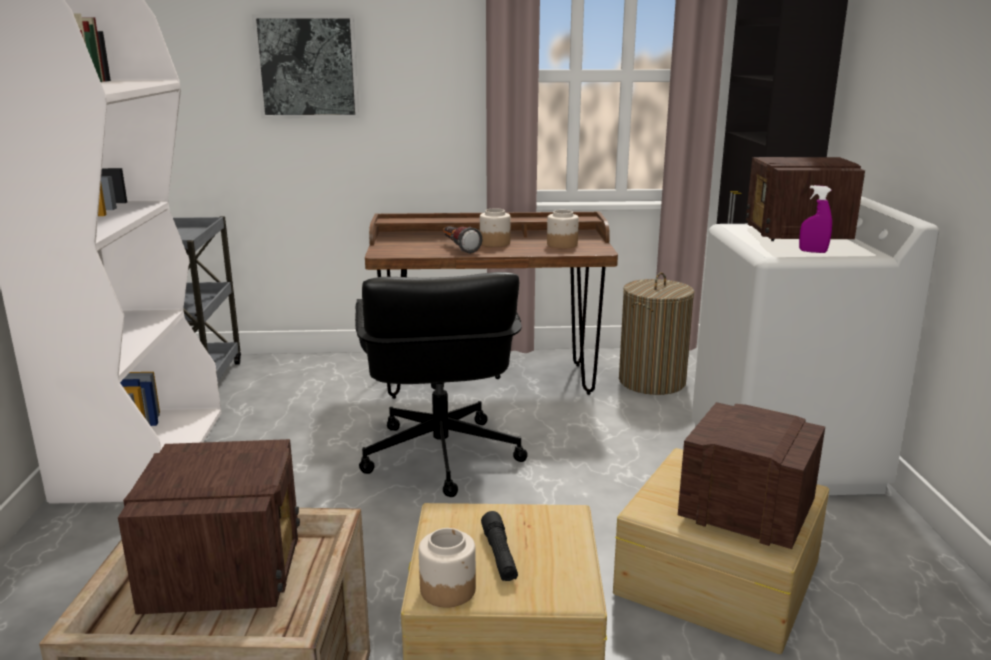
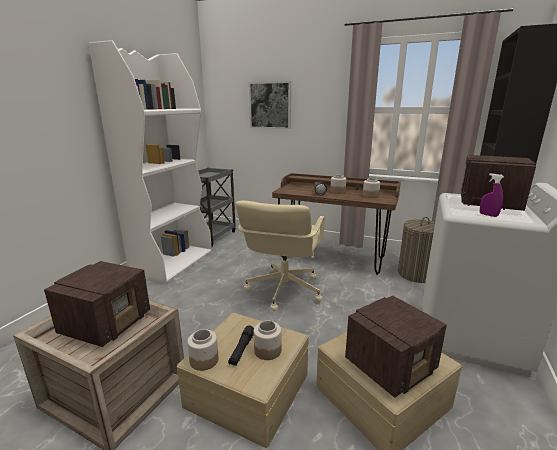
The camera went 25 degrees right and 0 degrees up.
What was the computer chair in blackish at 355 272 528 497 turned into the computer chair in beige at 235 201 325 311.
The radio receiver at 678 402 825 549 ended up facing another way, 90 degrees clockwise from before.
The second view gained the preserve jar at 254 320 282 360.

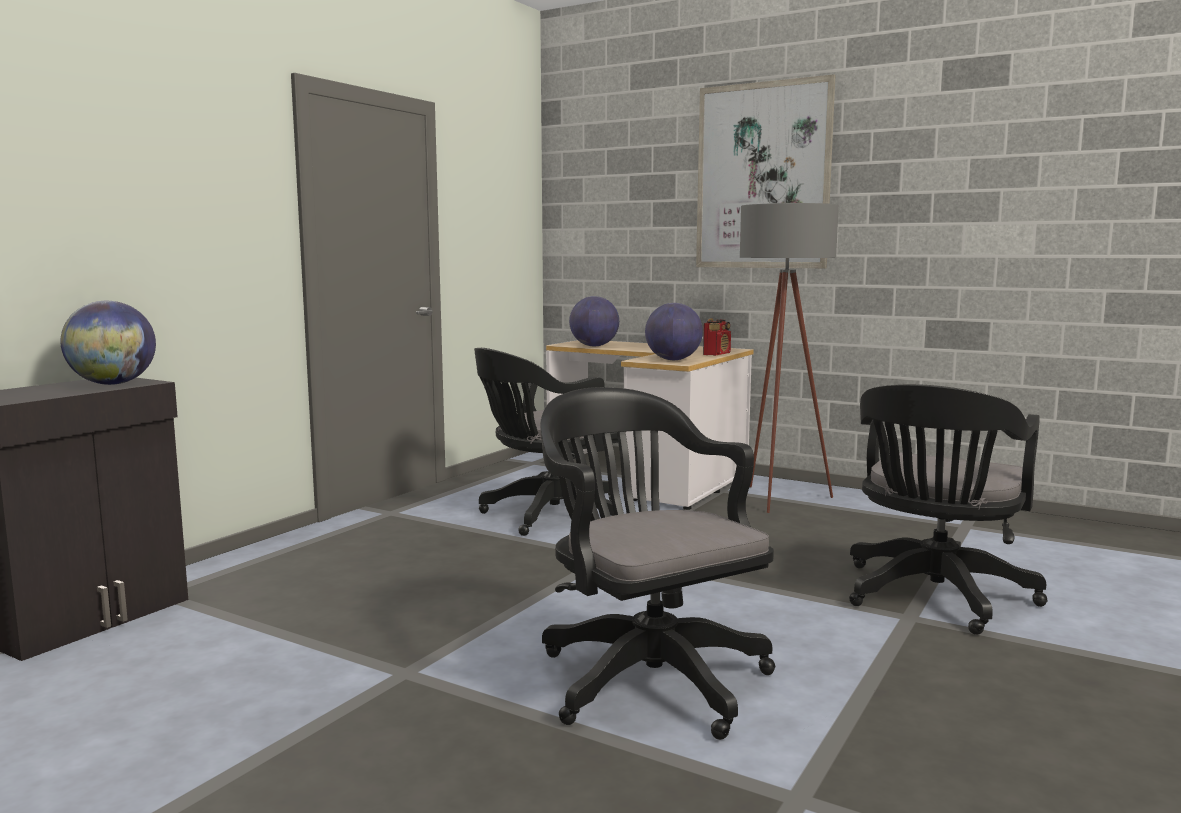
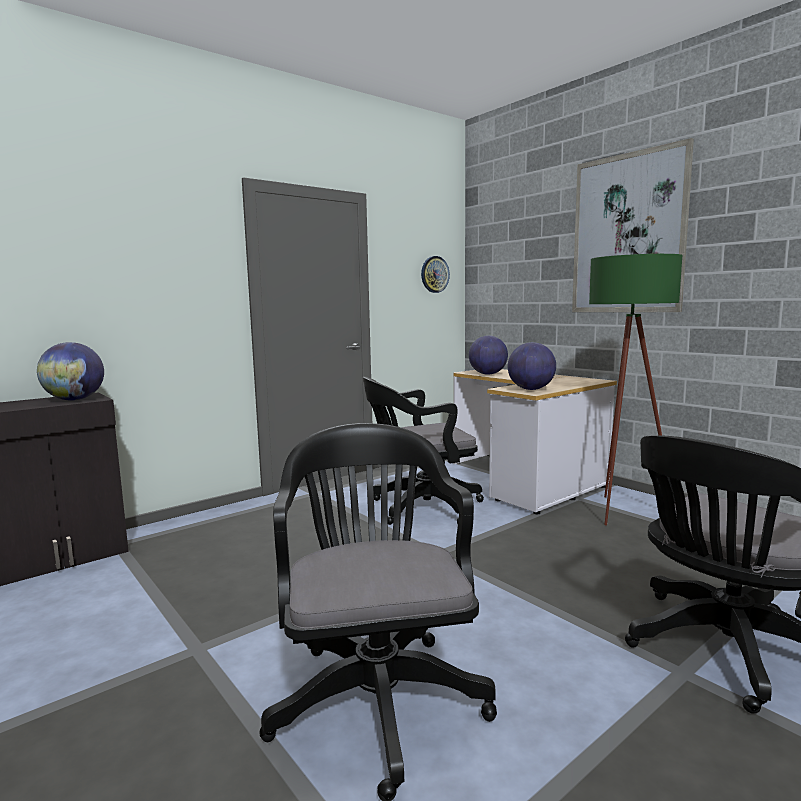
The camera went 20 degrees right and 0 degrees up.
The second view lost the radio receiver at 703 318 731 356.
What was the standard lamp in grey at 740 203 839 513 turned into the standard lamp in green-coloured at 589 254 682 526.
The second view gained the wall clock at 421 256 450 293.

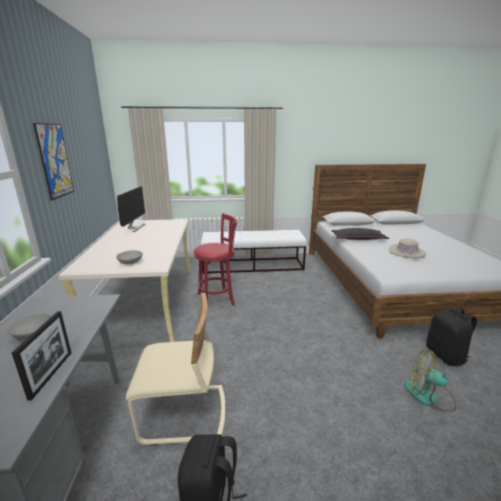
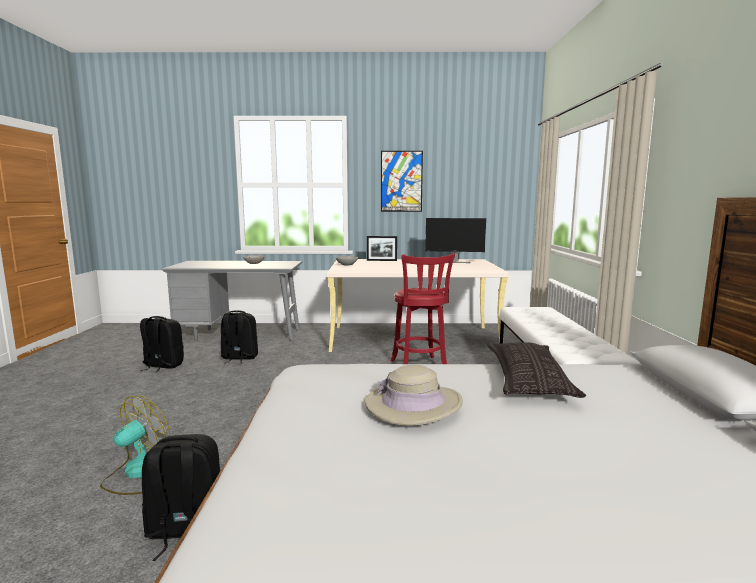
The camera went 95 degrees right and 10 degrees down.
The standing frame ended up elsewhere, having gone from 12 311 71 401 to 367 236 397 261.
Where the chair in beige stood at 126 293 225 446, the rucksack in blackish came to stand at 221 310 258 363.

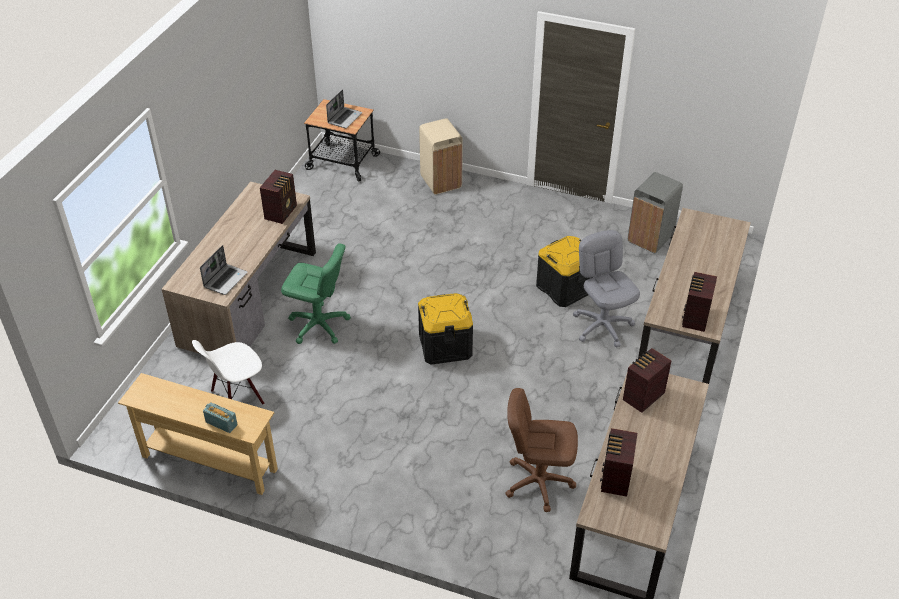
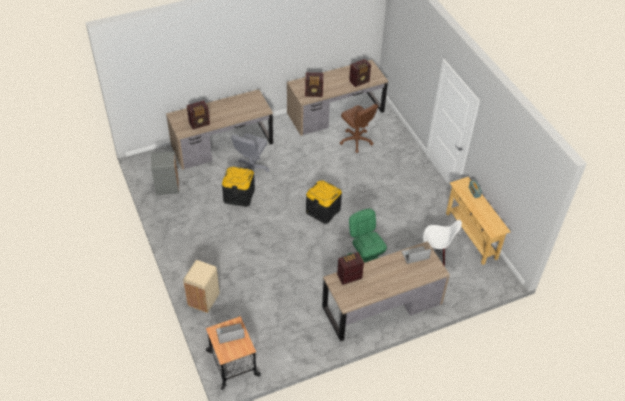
The camera went 135 degrees left and 5 degrees up.
The radio receiver ended up elsewhere, having gone from 682 272 717 332 to 187 100 210 129.

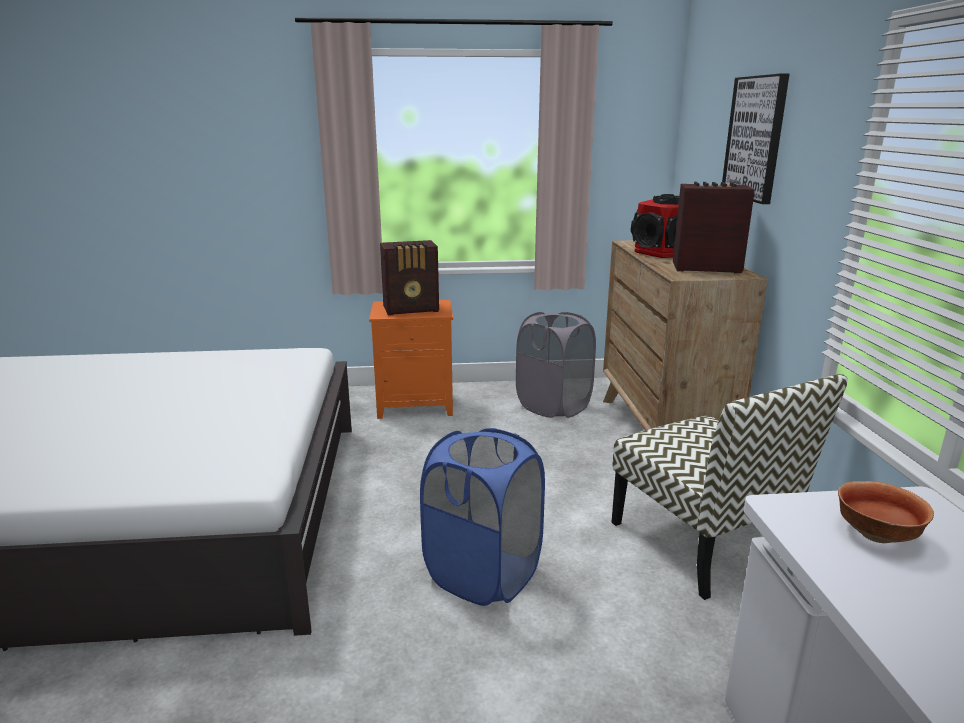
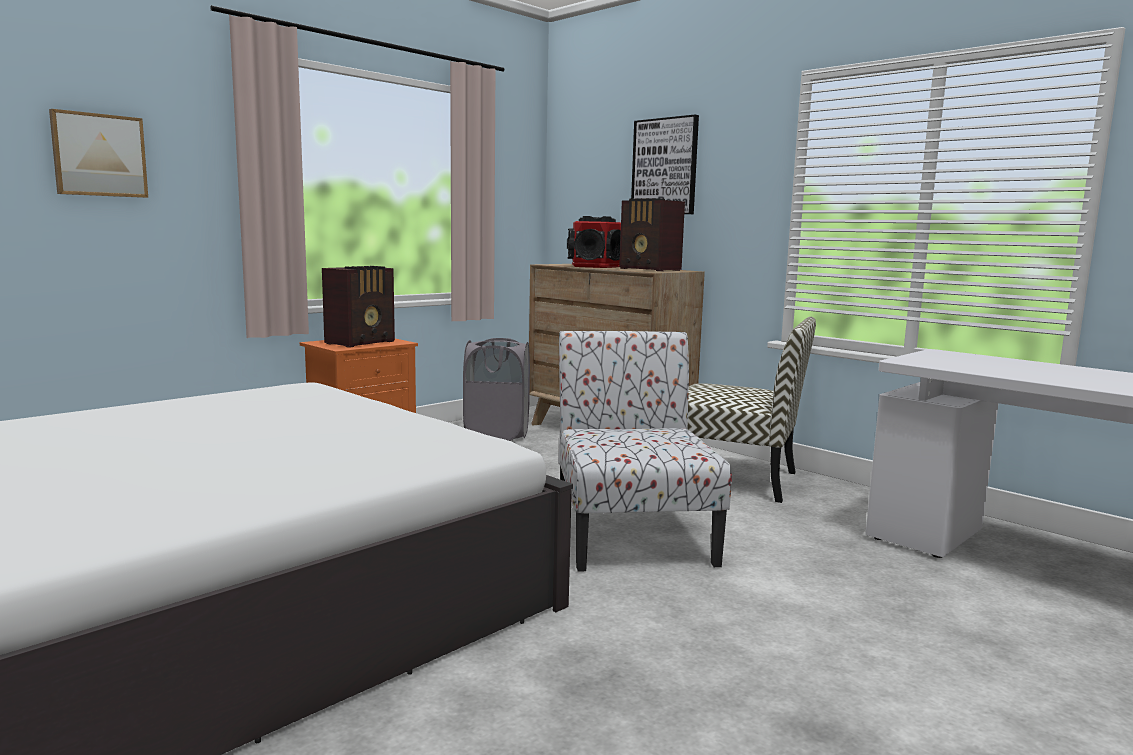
The camera went 40 degrees left and 10 degrees down.
Where the washing basket in blue stood at 420 428 545 606, the chair came to stand at 558 331 732 572.
The radio receiver at 673 182 755 274 ended up facing another way, 105 degrees counterclockwise from before.
The second view lost the serving bowl at 838 481 934 543.
The second view gained the picture at 49 109 148 198.

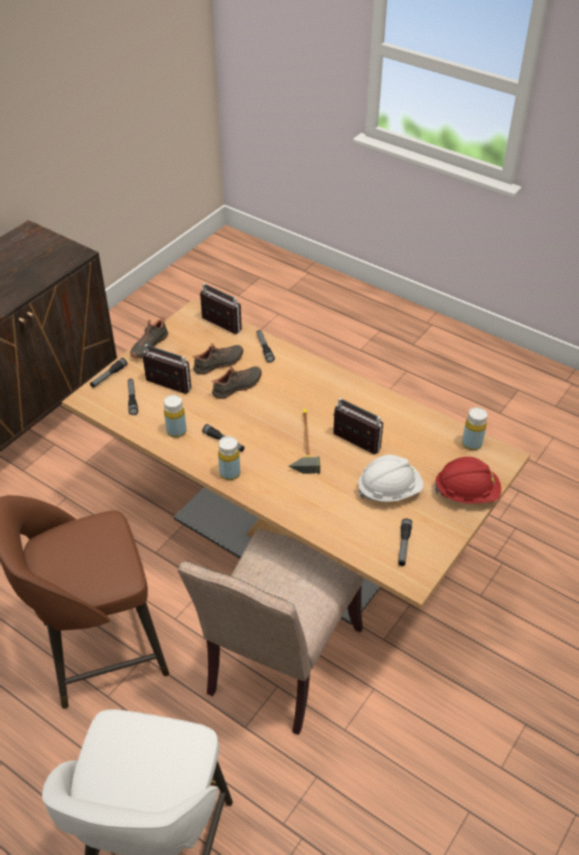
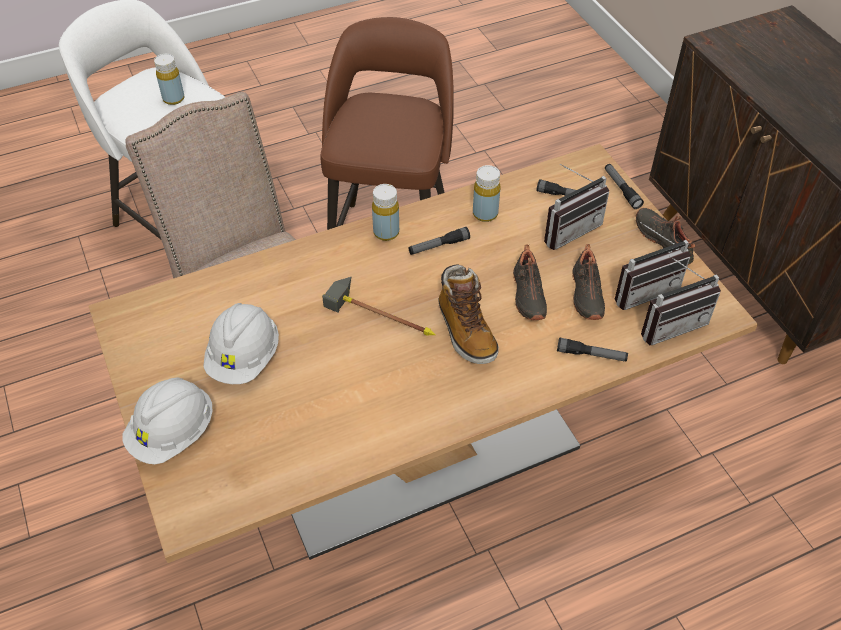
The camera went 120 degrees right and 5 degrees up.
The radio receiver ended up elsewhere, having gone from 333 398 383 455 to 615 222 691 310.
The second view lost the torch at 398 519 412 566.
What was the safety helmet in reddish at 434 457 501 504 turned into the safety helmet in white-coloured at 122 378 213 464.
The beverage bottle in yellow ended up elsewhere, having gone from 462 407 487 450 to 154 54 184 105.
The second view gained the boot at 438 264 499 364.

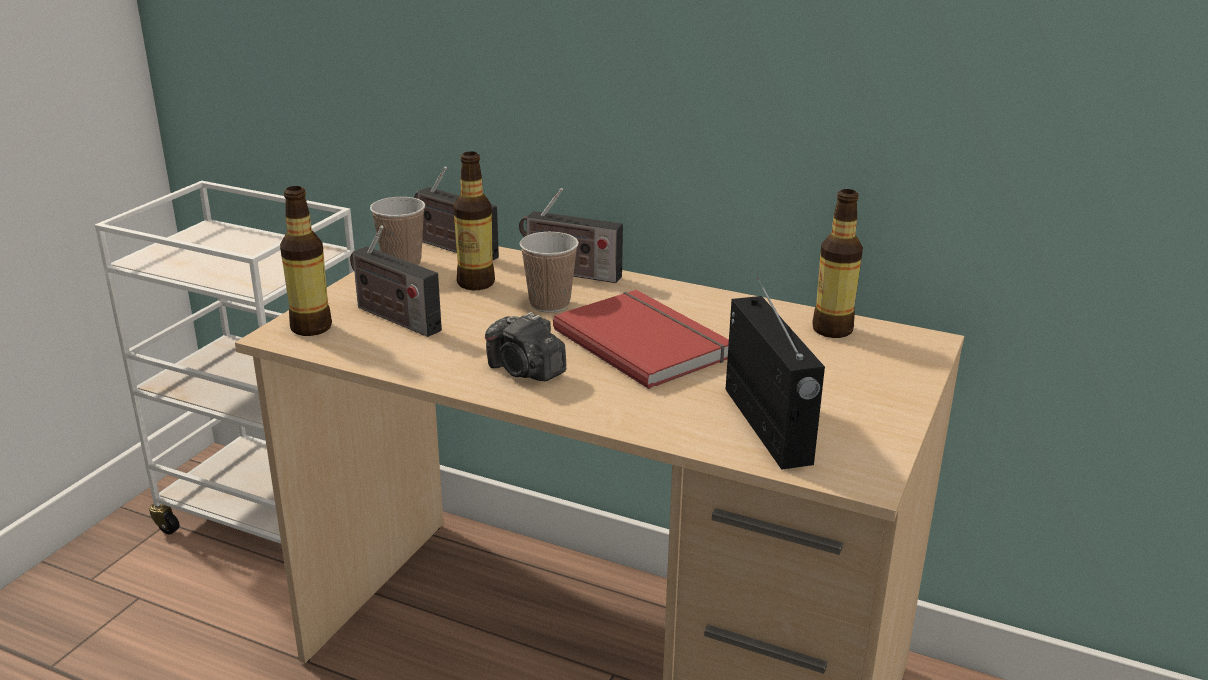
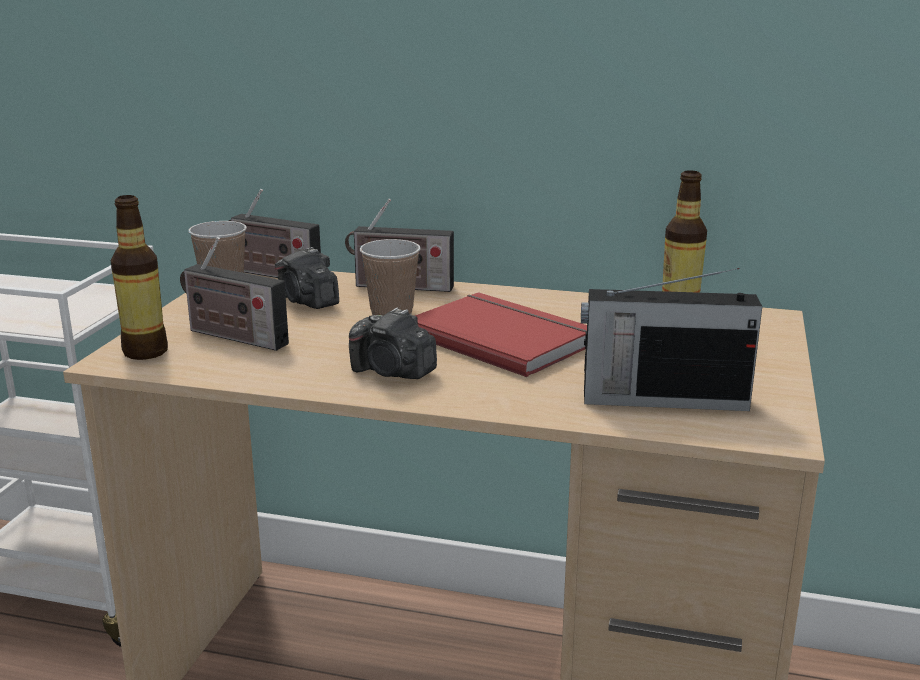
The camera went 10 degrees left and 5 degrees down.
Where the beverage bottle stood at 453 151 495 290, the photo camera came to stand at 275 247 339 309.
The radio receiver at 725 278 825 470 ended up facing another way, 120 degrees clockwise from before.

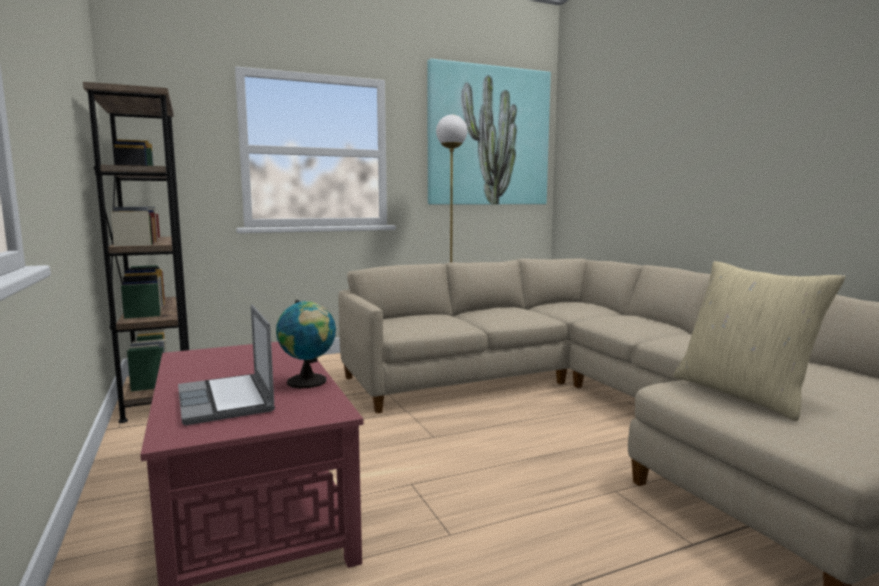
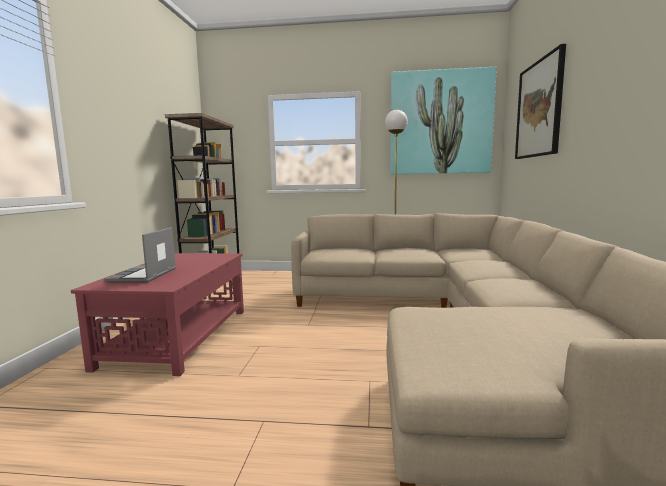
The camera went 30 degrees right and 0 degrees up.
The second view lost the globe at 276 300 336 388.
The second view lost the throw pillow in beige at 674 261 845 421.
The second view gained the picture at 515 44 566 159.

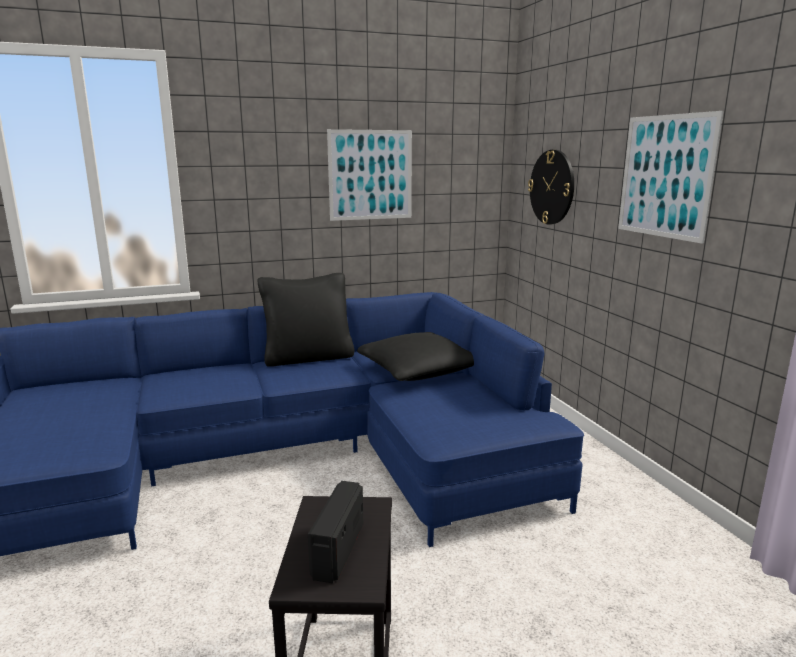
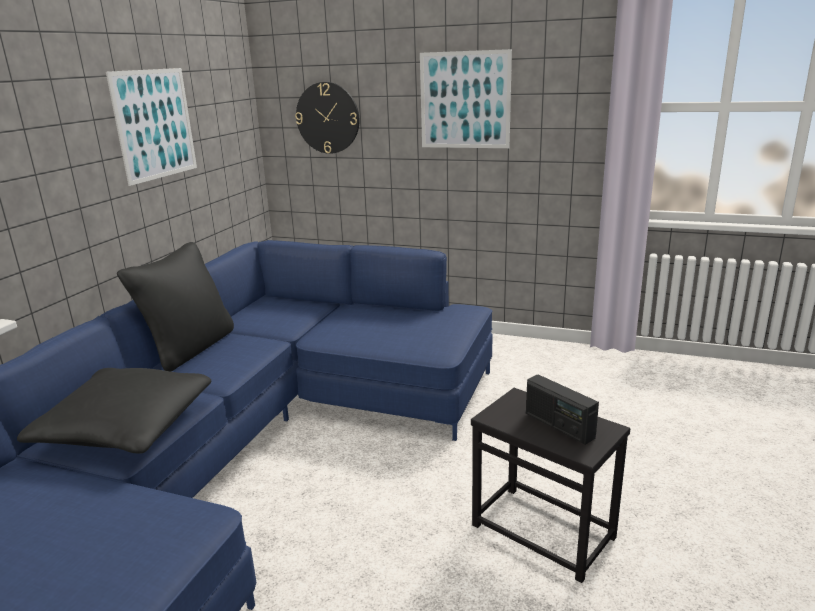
The camera went 50 degrees left and 5 degrees up.
The throw pillow in blackish ended up elsewhere, having gone from 357 332 474 381 to 17 368 211 453.

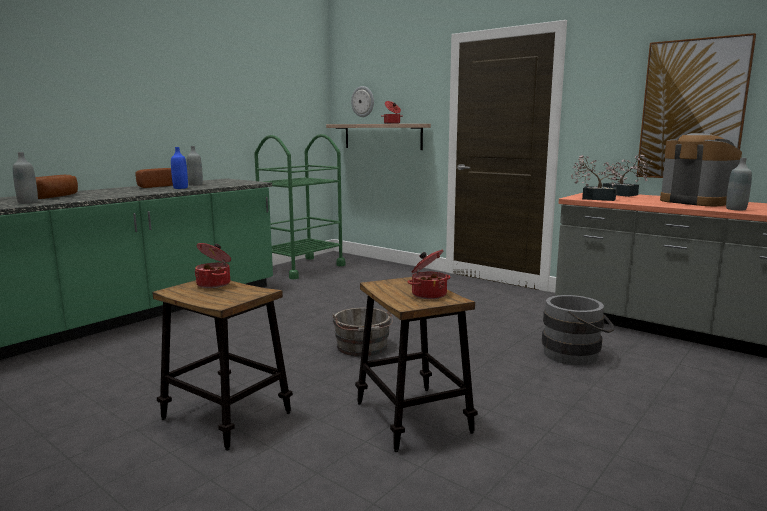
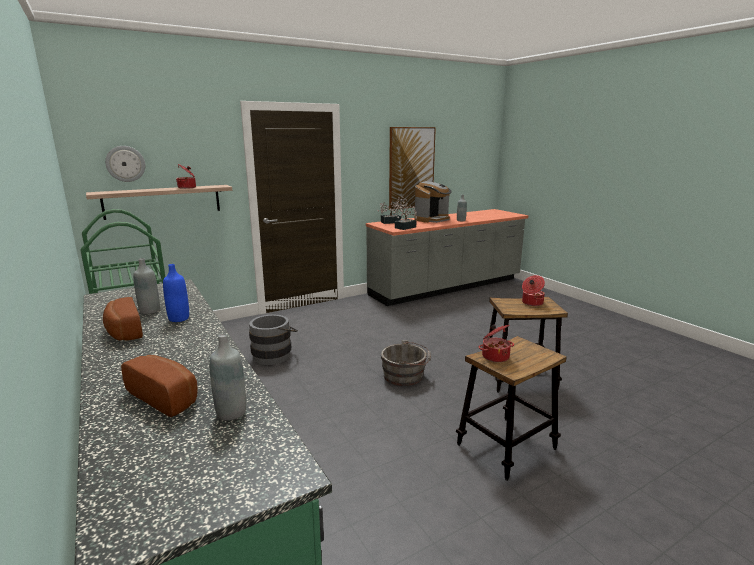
The camera went 70 degrees left and 5 degrees up.
The bucket in grey ended up elsewhere, having gone from 542 295 615 365 to 249 315 298 365.
The coffee machine at 660 133 742 206 ended up facing another way, 150 degrees clockwise from before.

